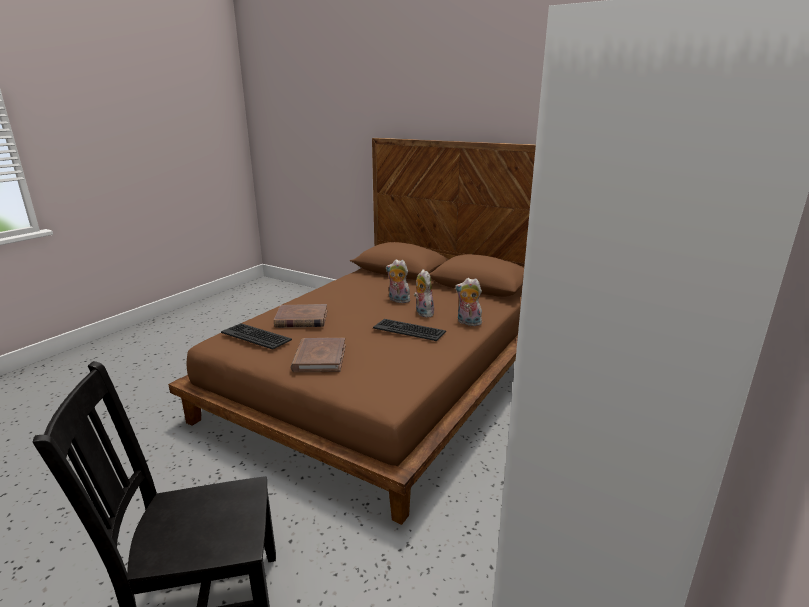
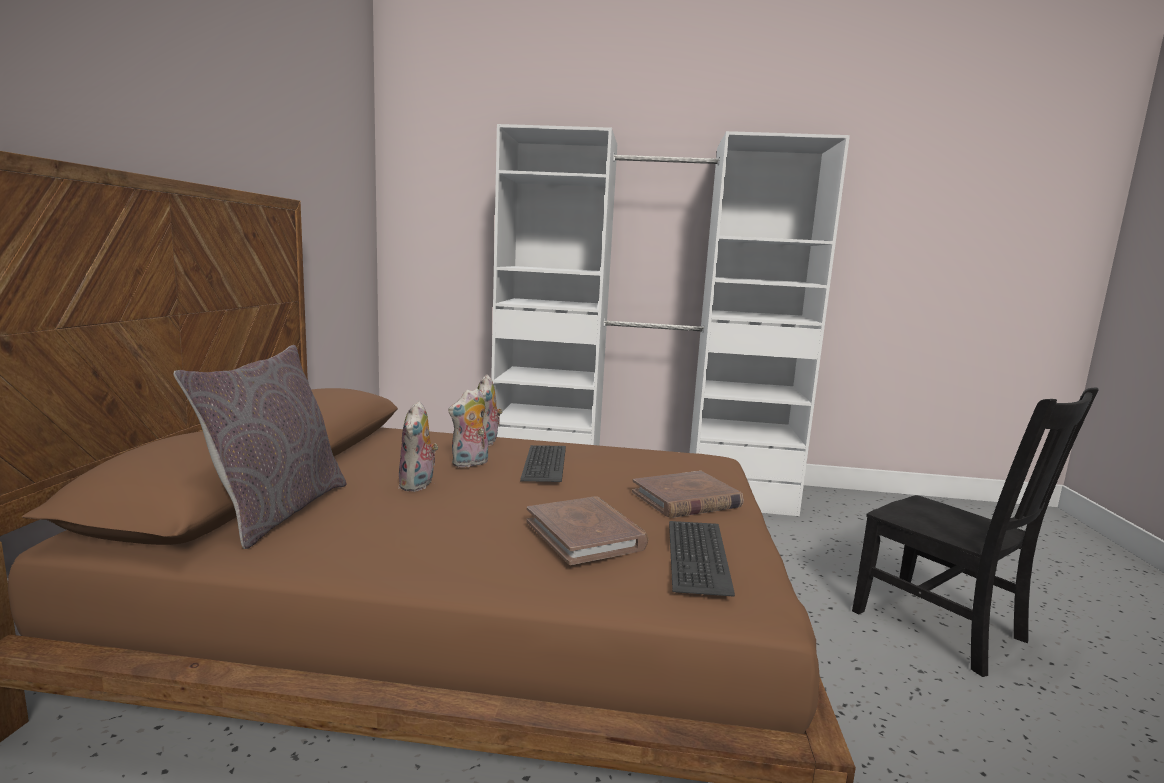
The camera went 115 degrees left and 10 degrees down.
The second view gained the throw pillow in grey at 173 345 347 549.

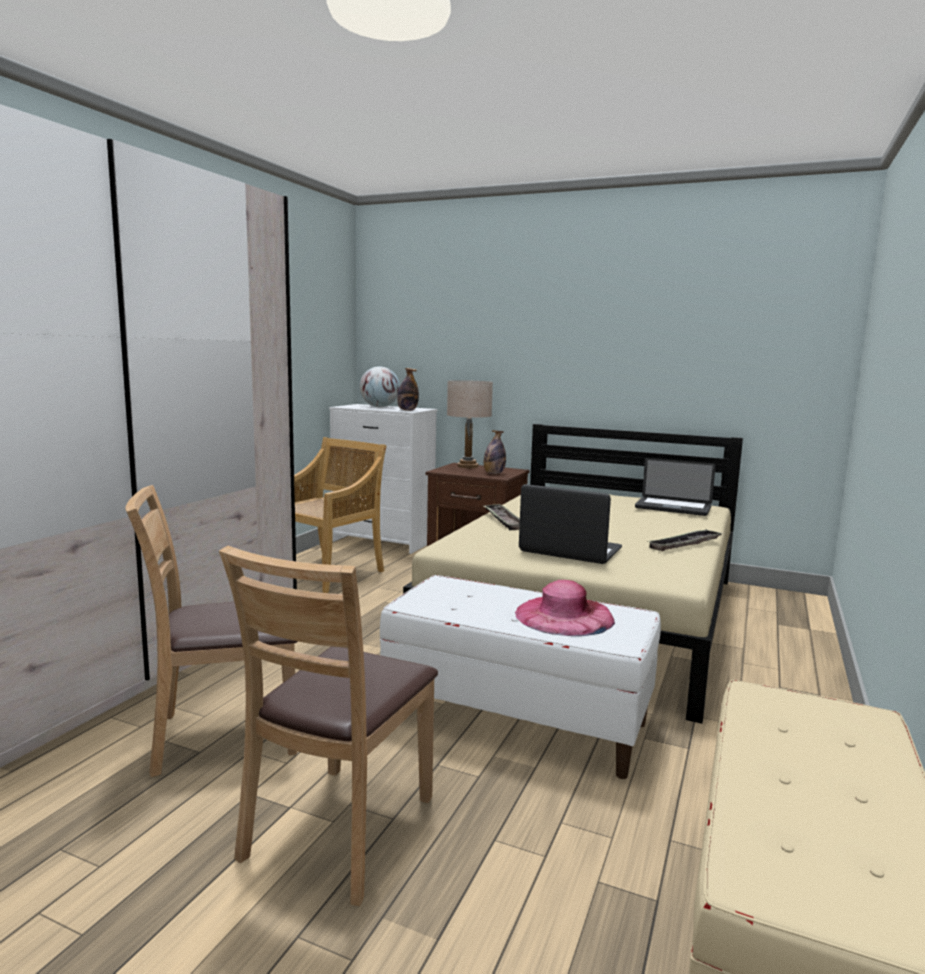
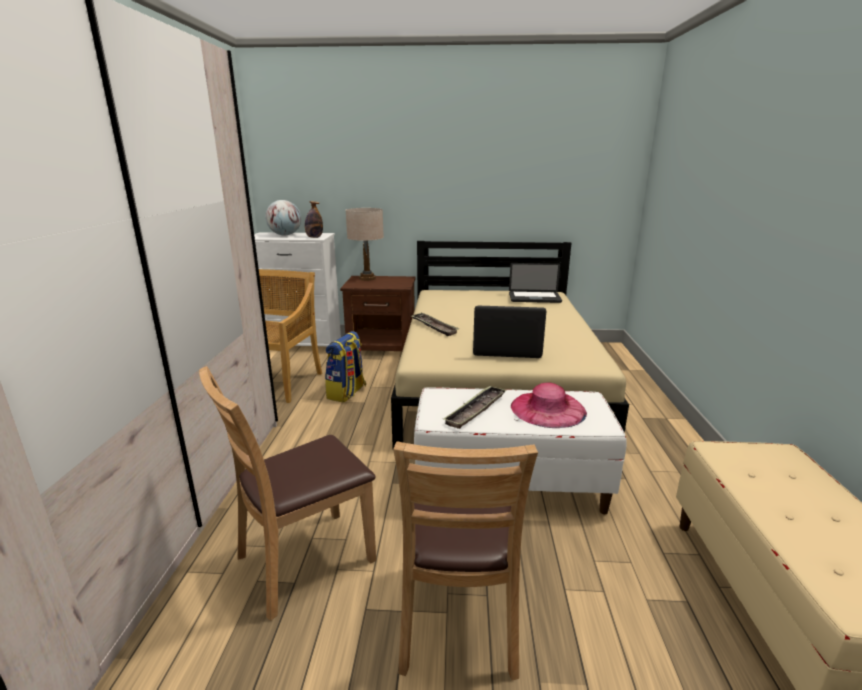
The camera went 20 degrees left and 10 degrees up.
The second view lost the beverage bottle at 484 430 506 474.
The serving tray ended up elsewhere, having gone from 647 530 722 551 to 443 386 506 429.
The second view gained the rucksack at 325 331 366 403.

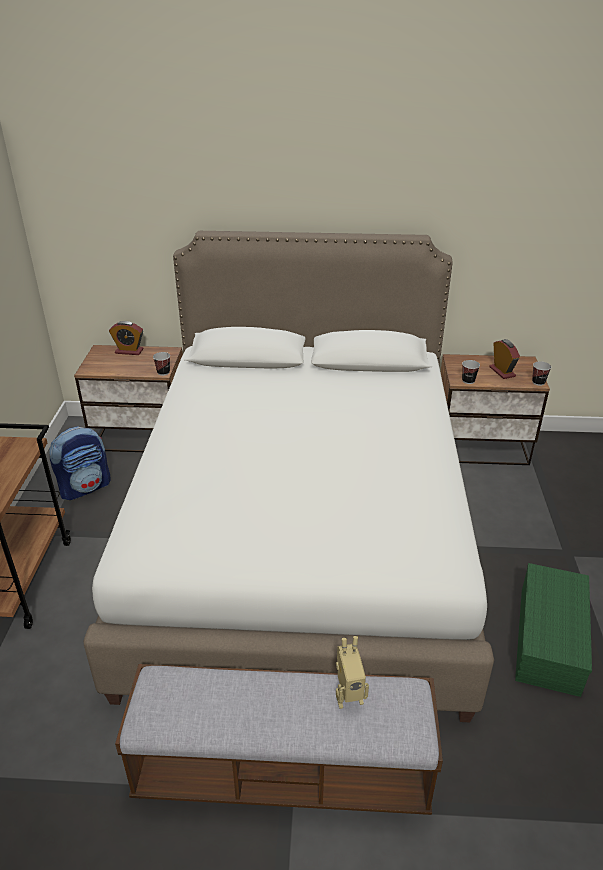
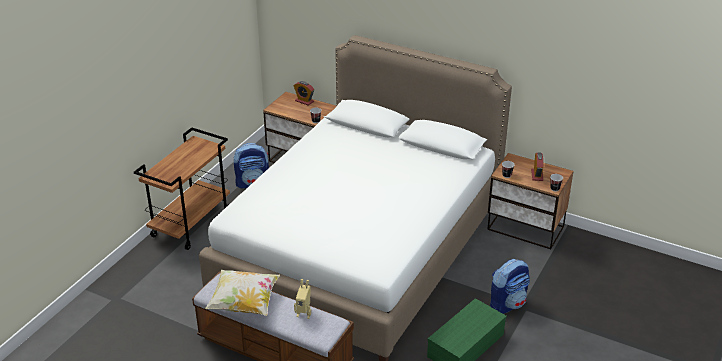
The camera went 25 degrees right and 0 degrees up.
The second view gained the throw pillow at 205 270 280 316.
The second view gained the rucksack at 490 259 530 314.

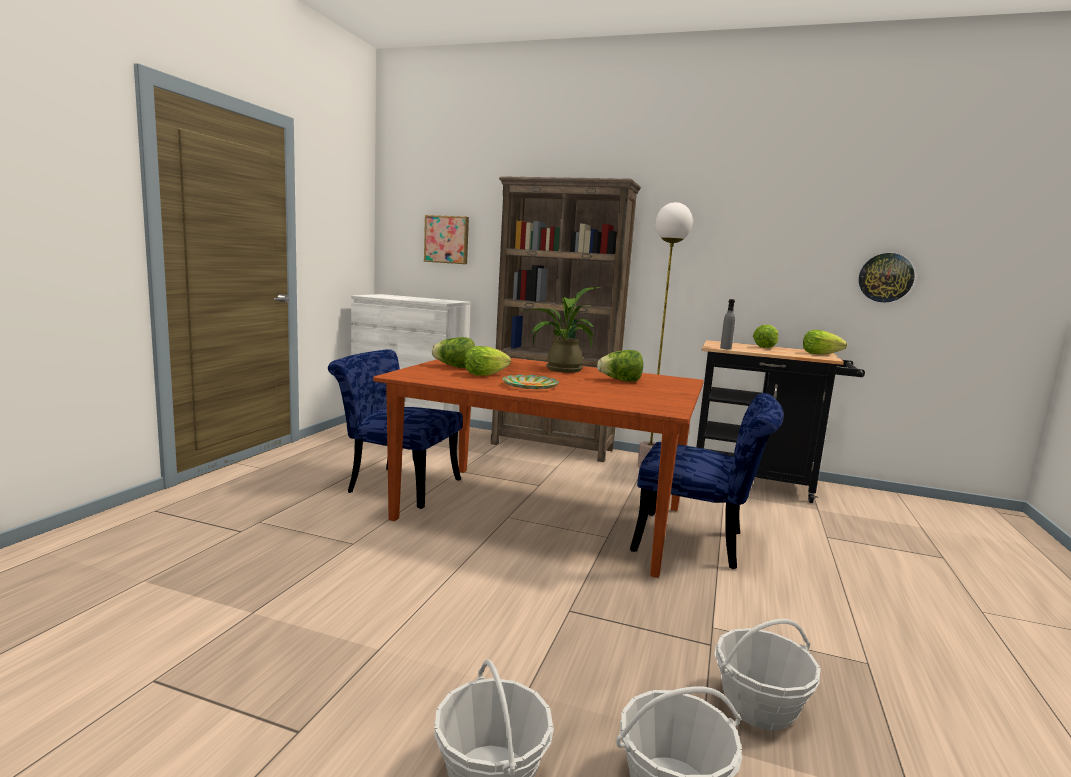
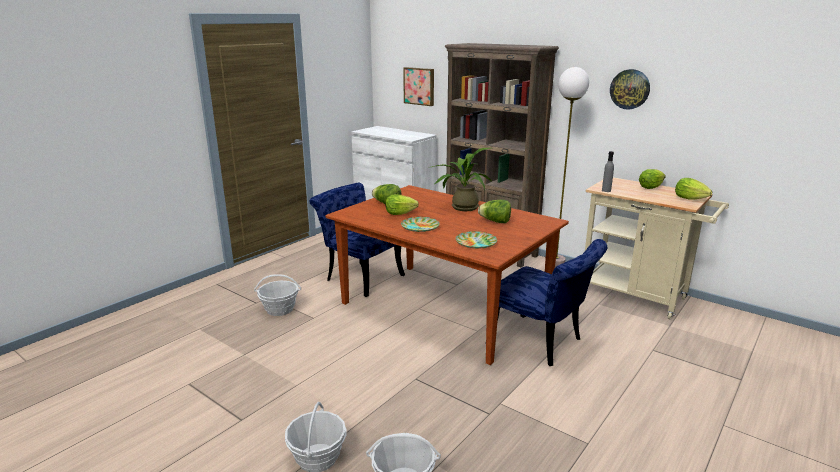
The camera went 20 degrees right and 10 degrees up.
What was the cart in blackish at 696 340 865 503 turned into the cart in beige at 585 177 729 319.
The basket ended up elsewhere, having gone from 714 619 820 731 to 254 274 301 316.
The wall clock ended up elsewhere, having gone from 859 253 915 302 to 610 69 650 110.
The second view gained the plate at 455 231 497 249.

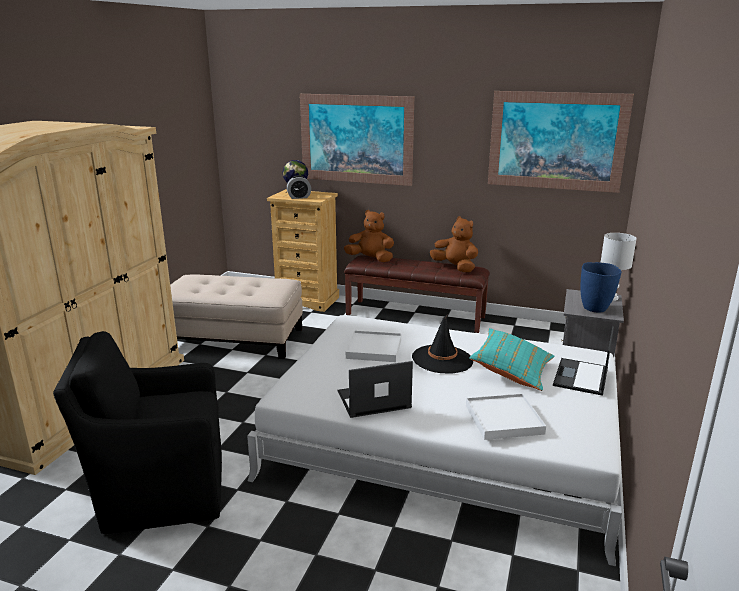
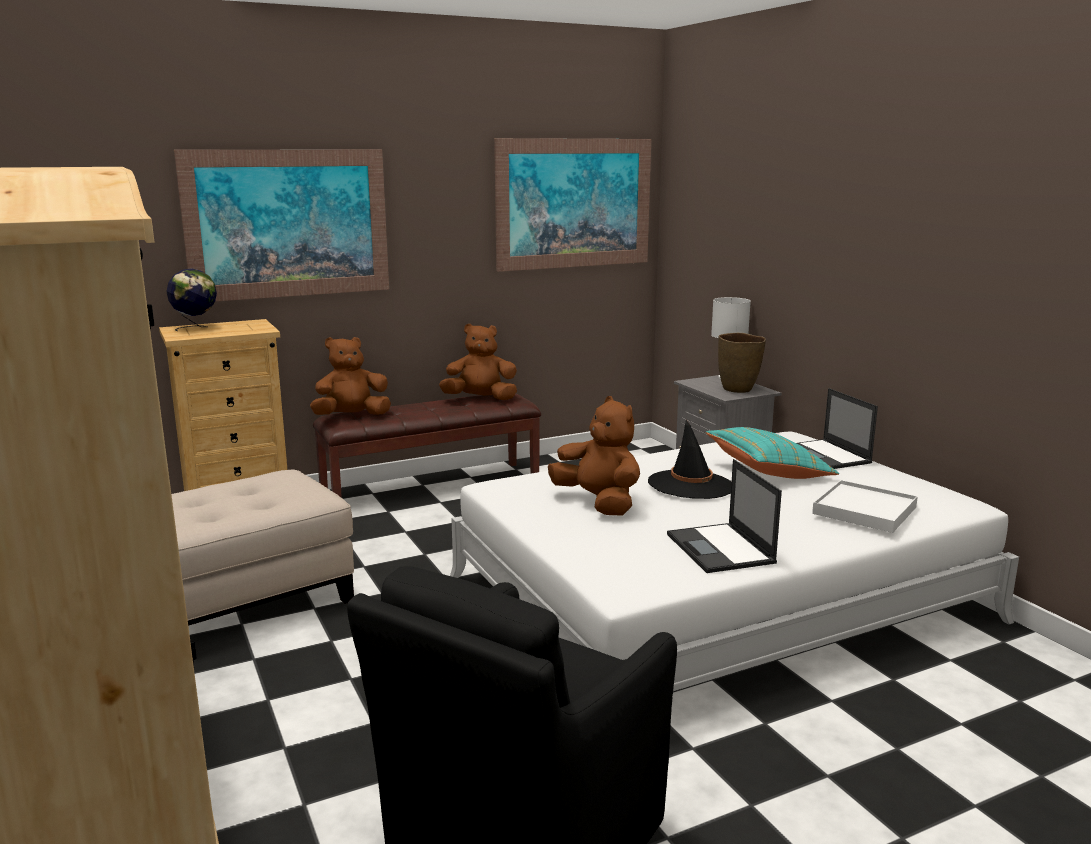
The camera went 45 degrees left and 5 degrees down.
The second view lost the table clock at 287 175 311 199.
The portable computer at 338 361 413 418 ended up facing another way, 45 degrees counterclockwise from before.
Where the serving tray in white-coloured stood at 346 330 401 362, the soft toy in brownish came to stand at 548 396 640 516.
What was the decorative vase in blue at 580 262 622 313 turned into the decorative vase in brownish at 718 333 766 393.

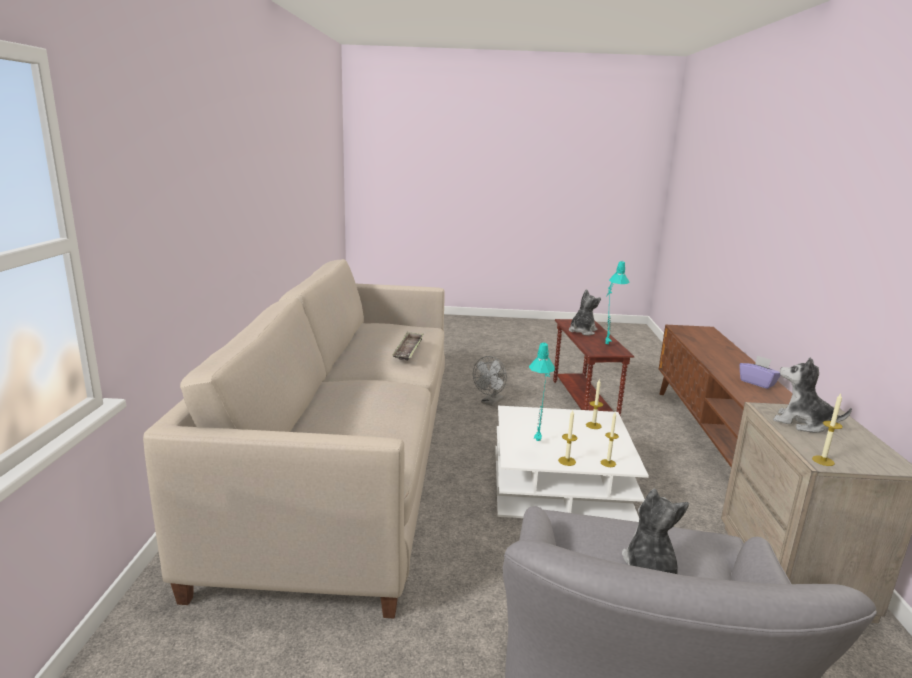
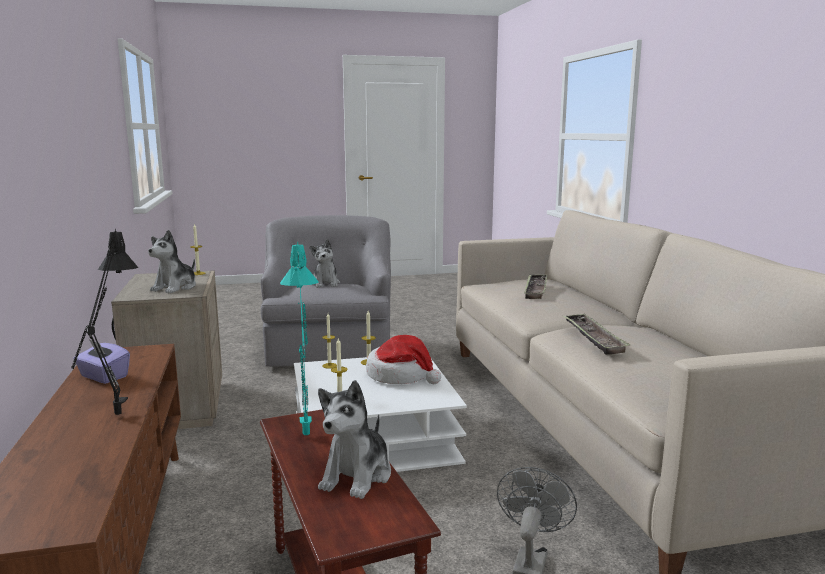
The camera went 165 degrees right and 5 degrees down.
Where the table lamp in blue-green stood at 529 343 555 442, the clothing hat came to stand at 366 335 441 384.
The soft toy at 773 357 852 433 ended up facing another way, 90 degrees clockwise from before.
The second view gained the table lamp in blackish at 72 229 138 415.
The second view gained the serving tray at 524 274 547 299.

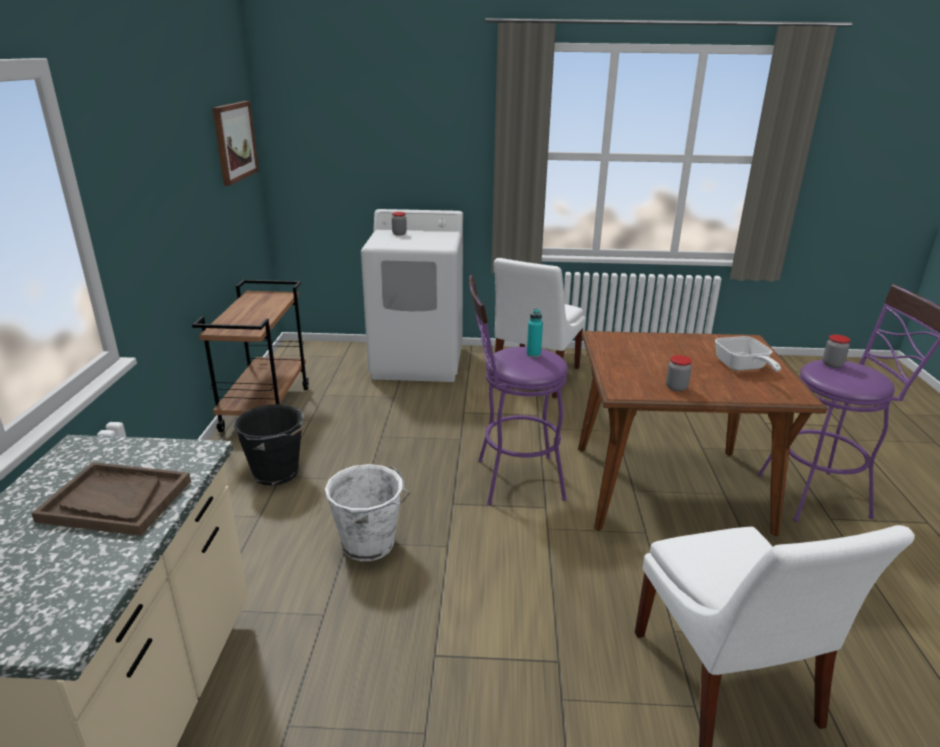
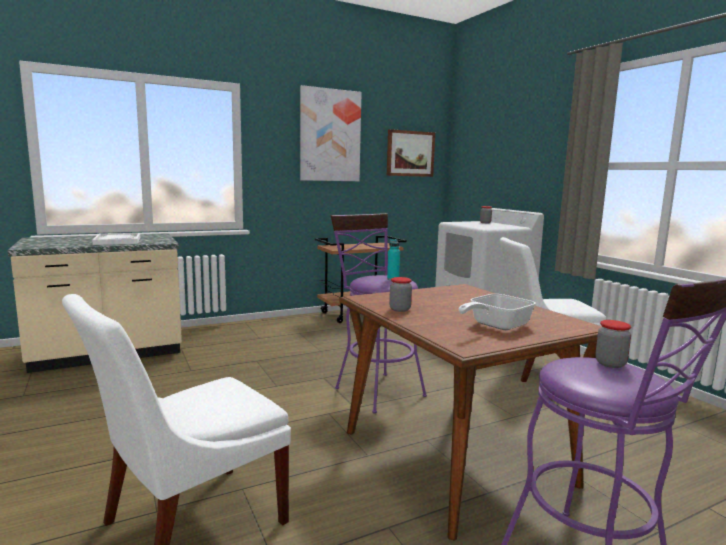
The camera went 60 degrees right and 15 degrees down.
What was the serving tray in brownish at 31 462 191 536 turned into the serving tray in white-coloured at 92 233 140 245.
The second view lost the bucket in blackish at 234 404 304 486.
The second view lost the bucket in white-coloured at 325 464 410 561.
The second view gained the picture at 300 85 362 181.

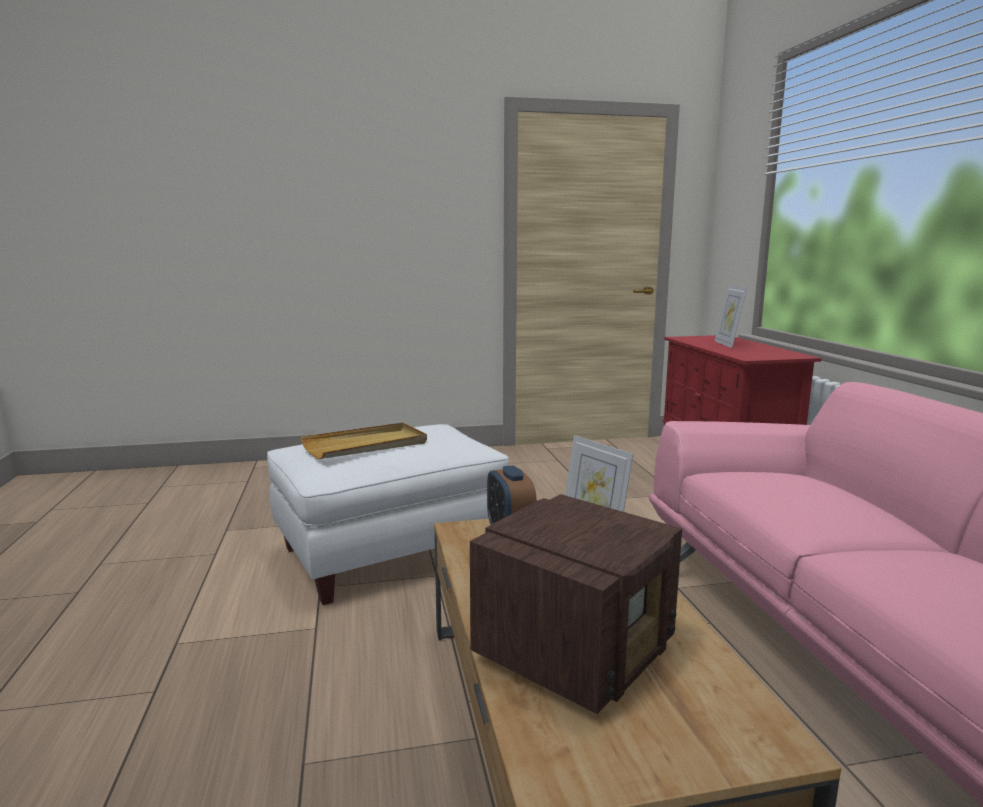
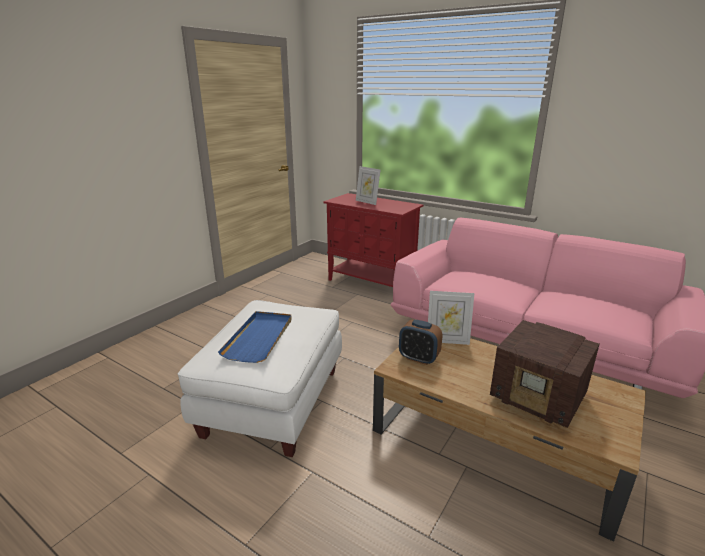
The camera went 45 degrees left and 10 degrees up.
What was the serving tray in beige at 301 423 427 459 turned into the serving tray in blue at 218 311 292 363.
The radio receiver at 470 494 682 714 ended up facing another way, 135 degrees clockwise from before.

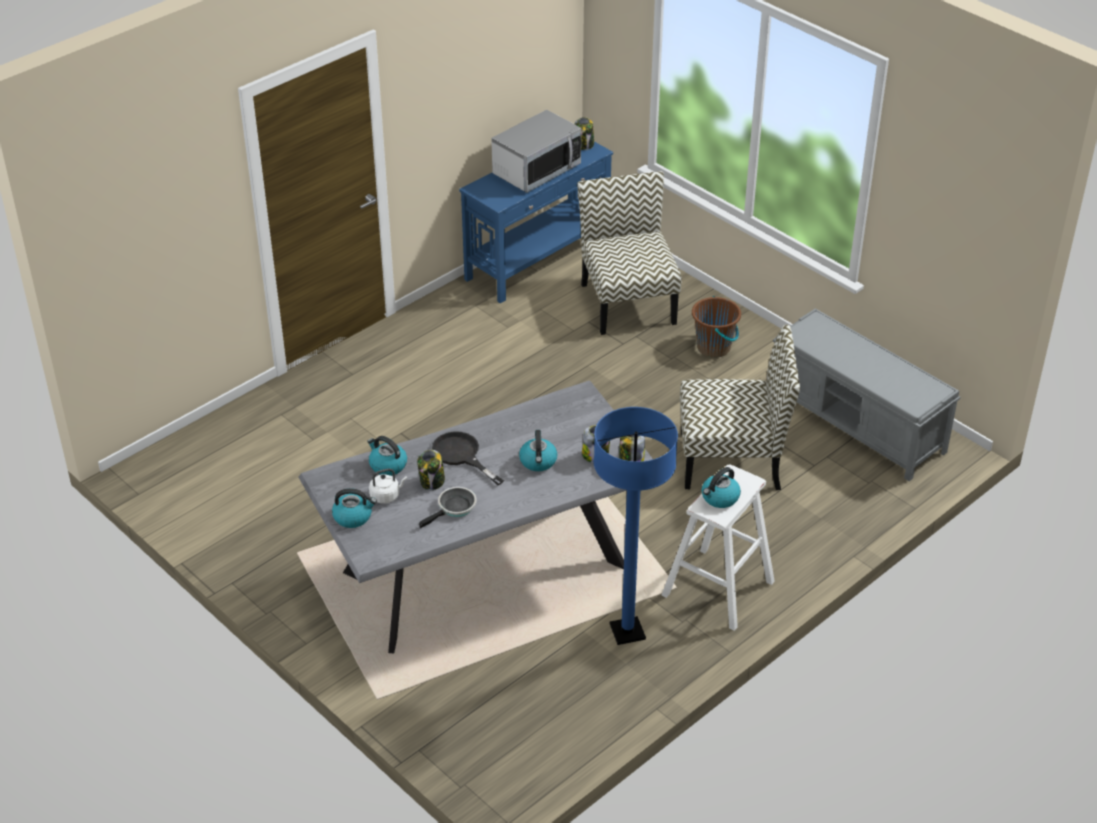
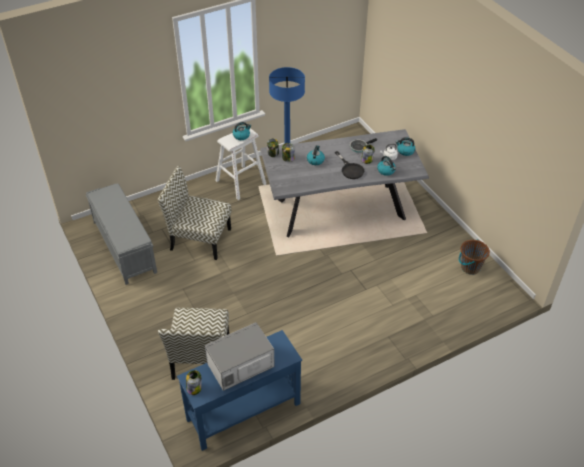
The camera went 165 degrees left and 5 degrees up.
The bucket in brownish ended up elsewhere, having gone from 692 296 741 358 to 459 239 490 275.

